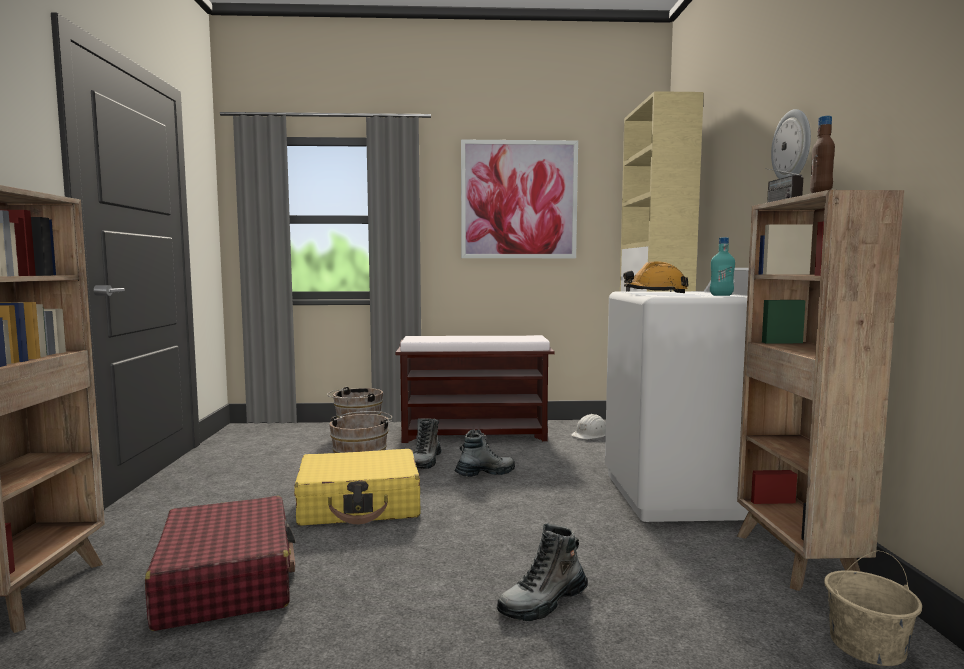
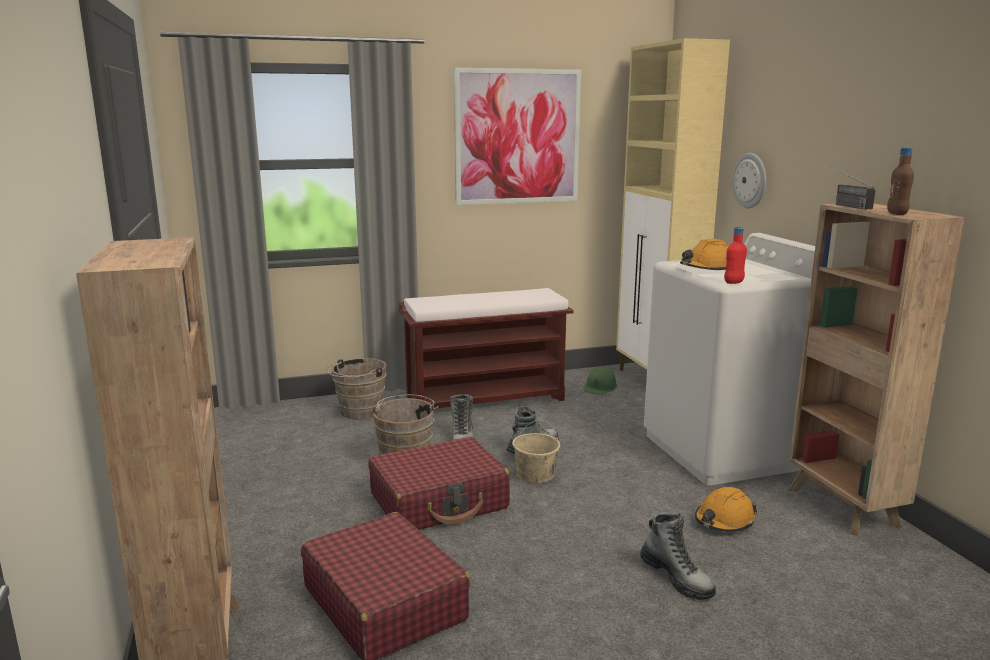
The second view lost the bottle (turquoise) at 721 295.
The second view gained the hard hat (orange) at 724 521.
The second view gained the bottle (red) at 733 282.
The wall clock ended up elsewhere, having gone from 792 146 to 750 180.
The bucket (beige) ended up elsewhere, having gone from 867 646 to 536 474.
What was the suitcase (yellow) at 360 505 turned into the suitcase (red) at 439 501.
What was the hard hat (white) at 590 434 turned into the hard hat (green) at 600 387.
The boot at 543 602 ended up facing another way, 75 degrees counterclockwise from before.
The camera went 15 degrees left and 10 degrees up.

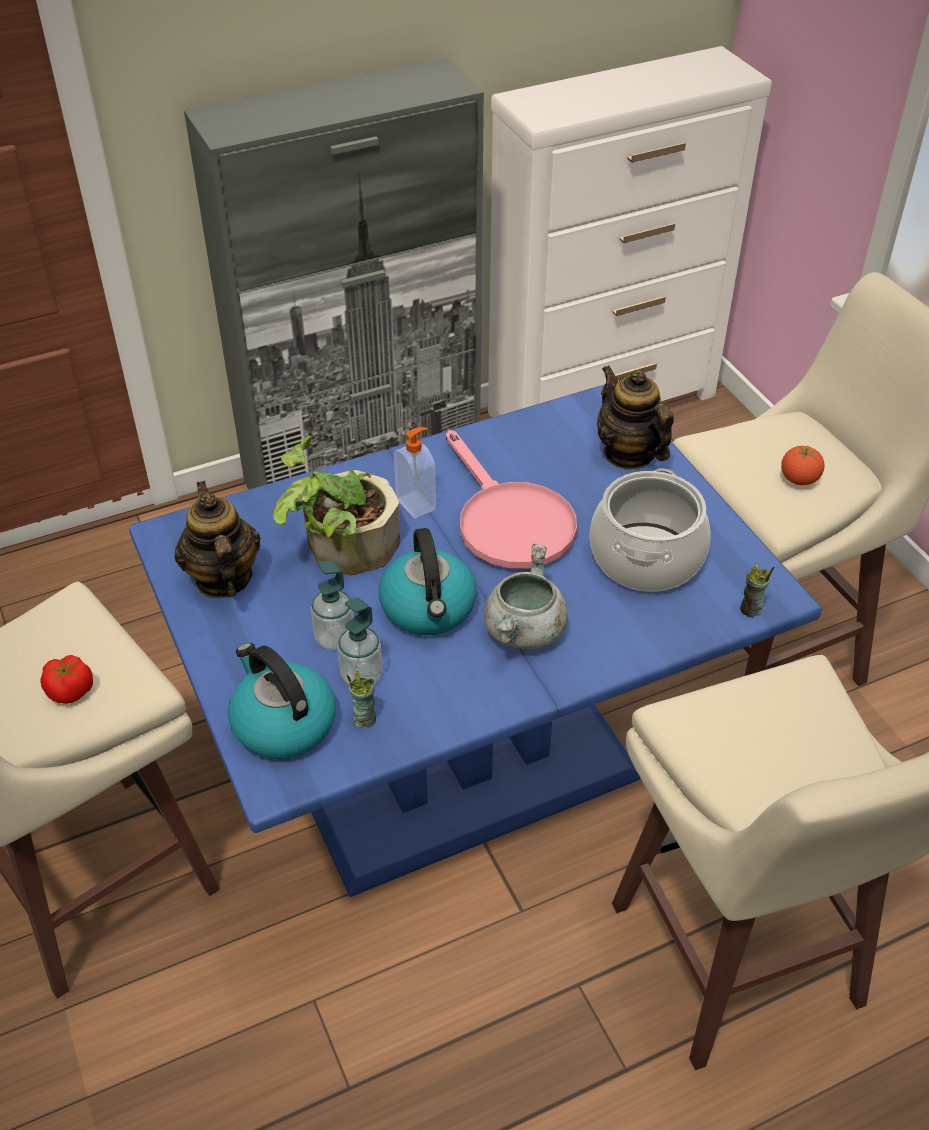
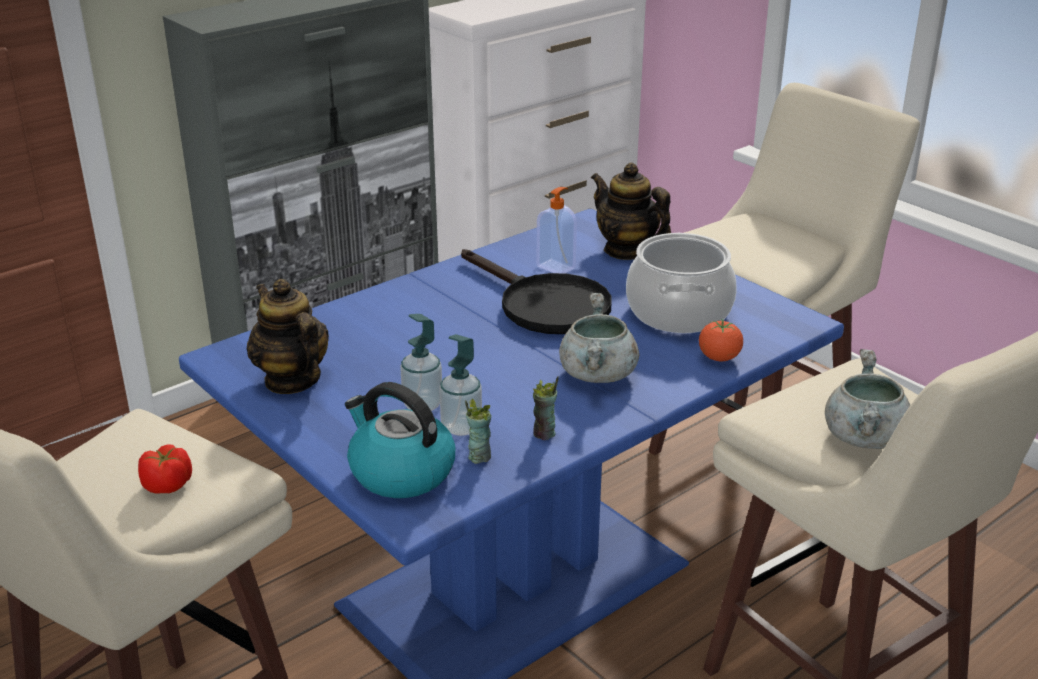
The second view lost the potted plant at 341 548.
The second view lost the kettle at 429 608.
The second view gained the cooking pot (grey) at 865 438.
The soap dispenser ended up elsewhere, having gone from 417 504 to 556 267.
The cup ended up elsewhere, having gone from 750 610 to 544 434.
The tomato ended up elsewhere, having gone from 799 480 to 719 358.
What was the frying pan (pink) at 508 521 turned into the frying pan (black) at 544 305.
The camera went 15 degrees left and 15 degrees down.

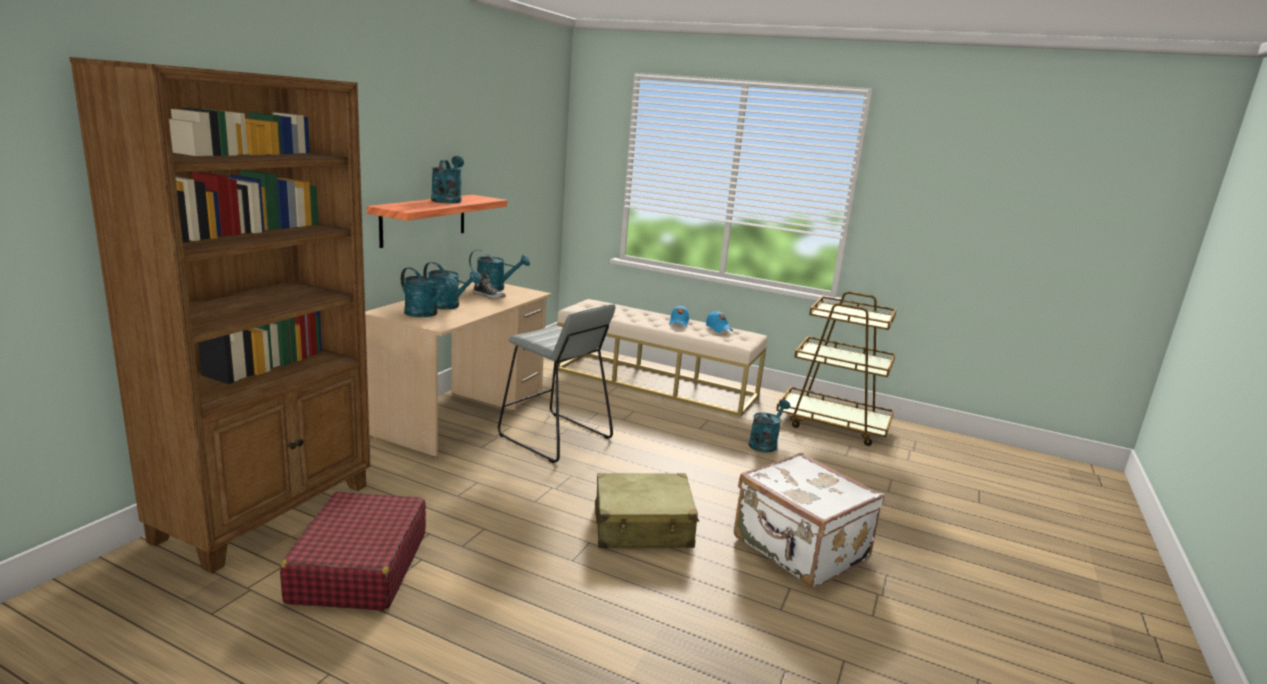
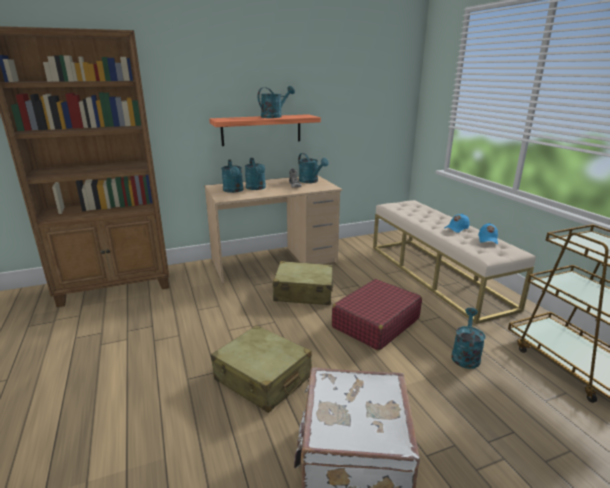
The suitcase (red) ended up elsewhere, having gone from 359 567 to 375 323.
Where the stool (grey) stood at 554 437, the suitcase (beige) came to stand at 303 292.
The watering can (turquoise) at 765 443 ended up facing another way, 60 degrees counterclockwise from before.
The camera went 45 degrees right and 5 degrees up.

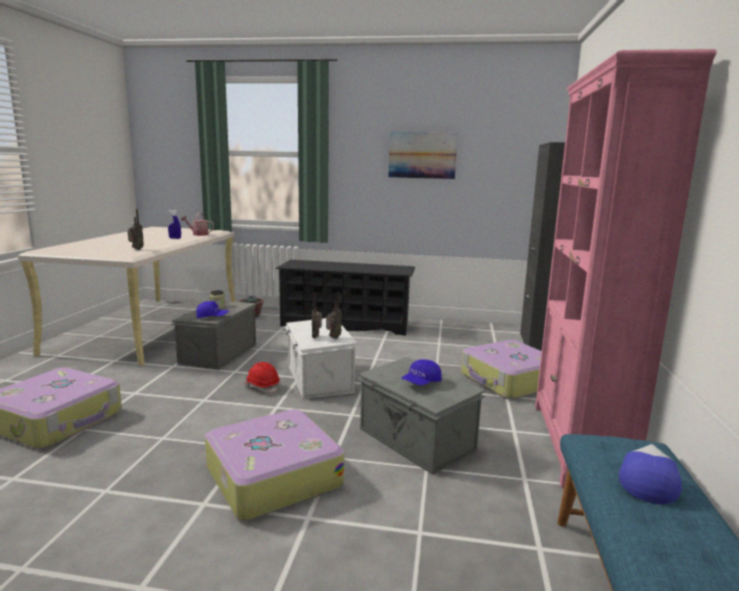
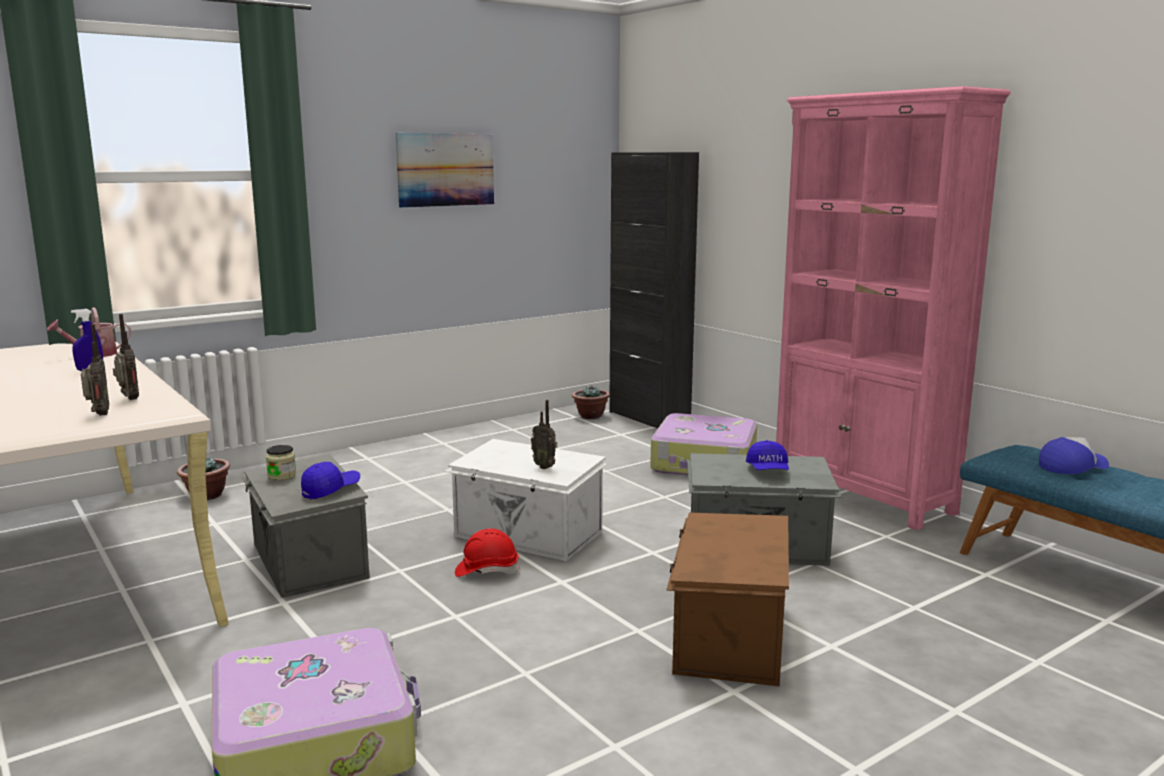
The second view lost the shoe rack (black) at 346 324.
The second view gained the potted plant at 590 416.
The radio ended up elsewhere, having gone from 333 338 to 98 415.
Where the suitcase stood at 272 476, the storage box (brown) came to stand at 727 637.
The cap at 647 480 ended up facing another way, 90 degrees clockwise from before.
The camera went 45 degrees left and 0 degrees up.

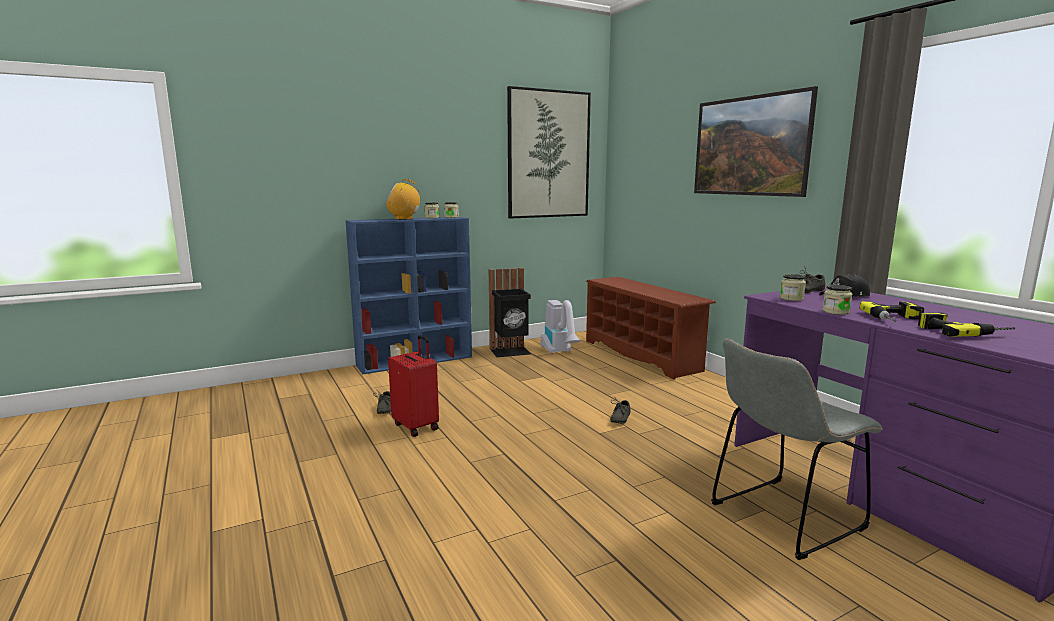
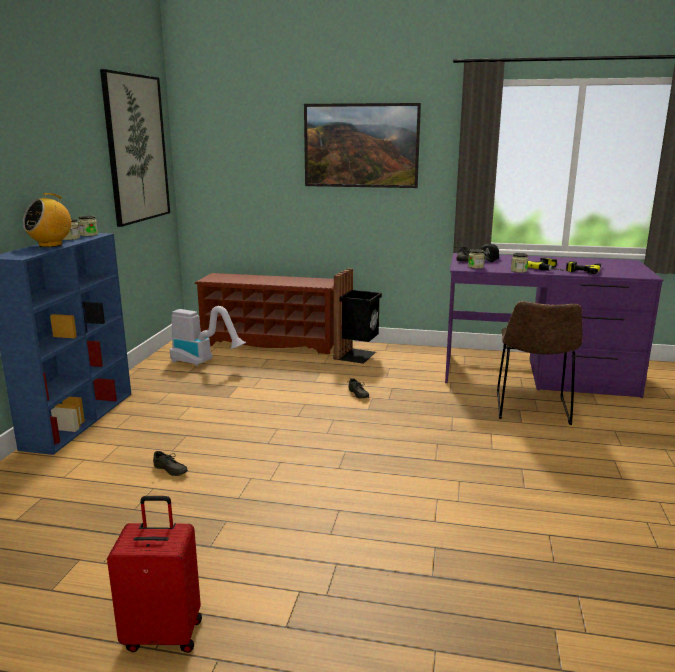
The suitcase (red) ended up elsewhere, having gone from 417 426 to 164 634.
The trash can (black) ended up elsewhere, having gone from 511 352 to 357 355.
What was the chair (grey) at 781 518 turned into the chair (brown) at 532 410.
The camera went 50 degrees left and 5 degrees up.

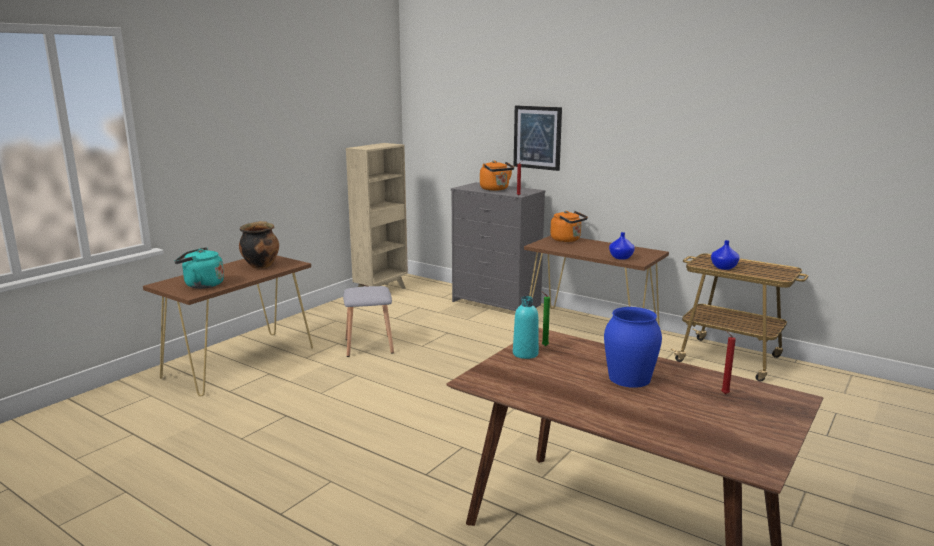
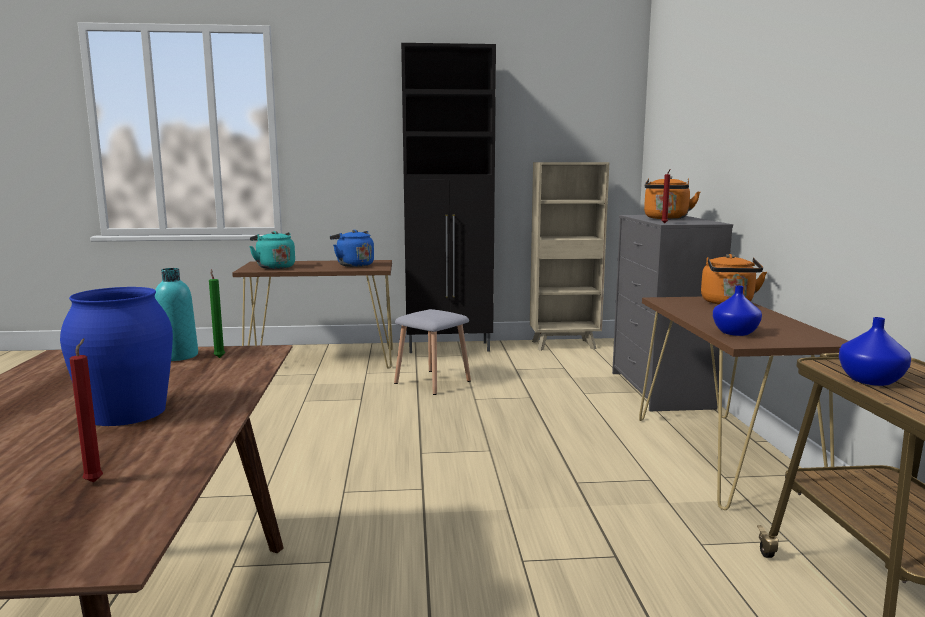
The second view lost the picture at 537 137.
The second view gained the cabinet (black) at 450 348.
Where the cooking pot stood at 260 265, the kettle (blue) came to stand at 353 265.
The camera went 50 degrees right and 5 degrees down.

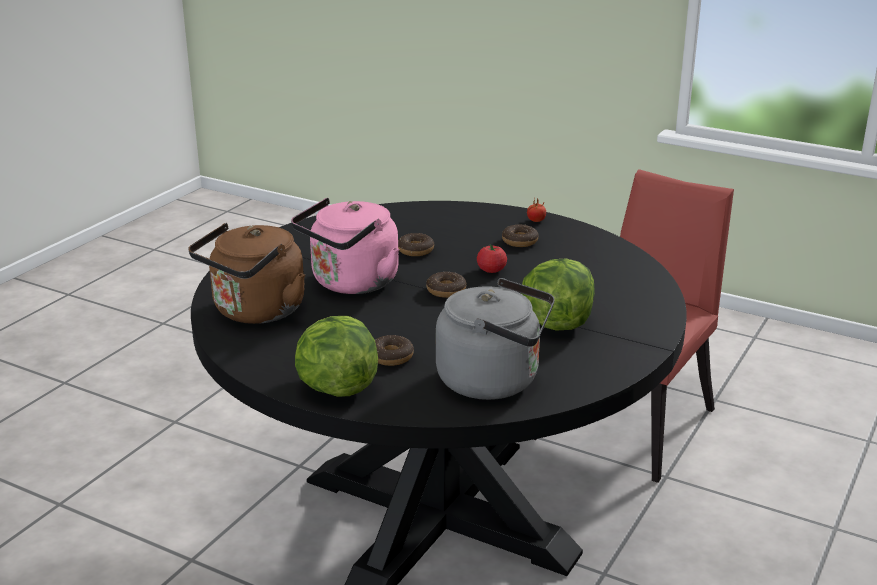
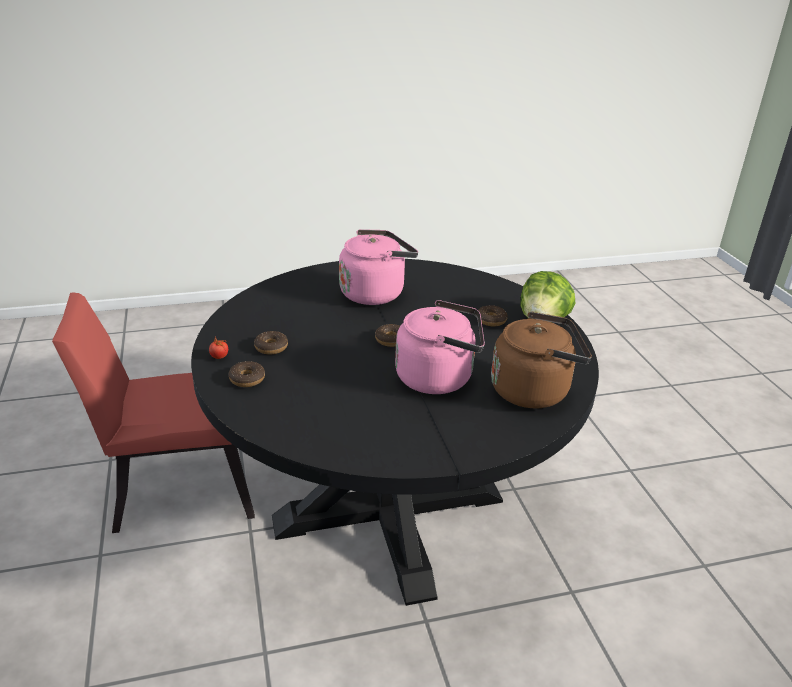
The second view lost the kettle (grey) at 495 381.
The second view lost the tomato at 491 270.
The donut ended up elsewhere, having gone from 415 250 to 247 379.
Where the lettuce stood at 556 323, the kettle (pink) came to stand at 375 293.
The camera went 135 degrees left and 5 degrees up.

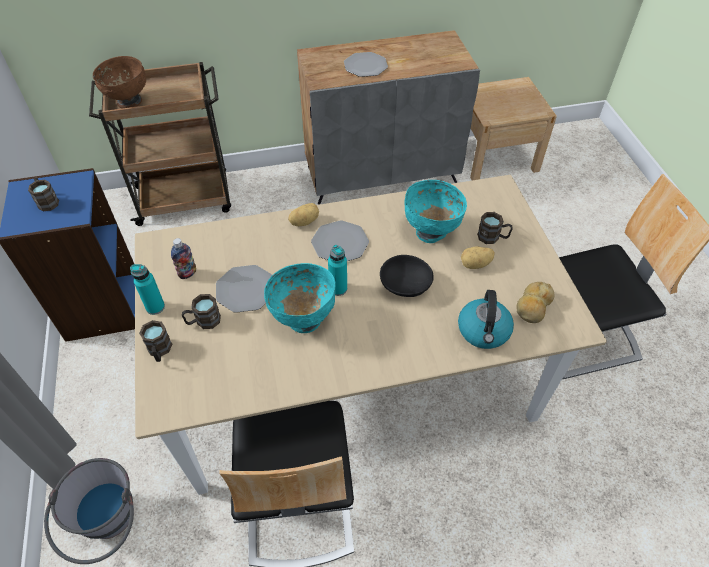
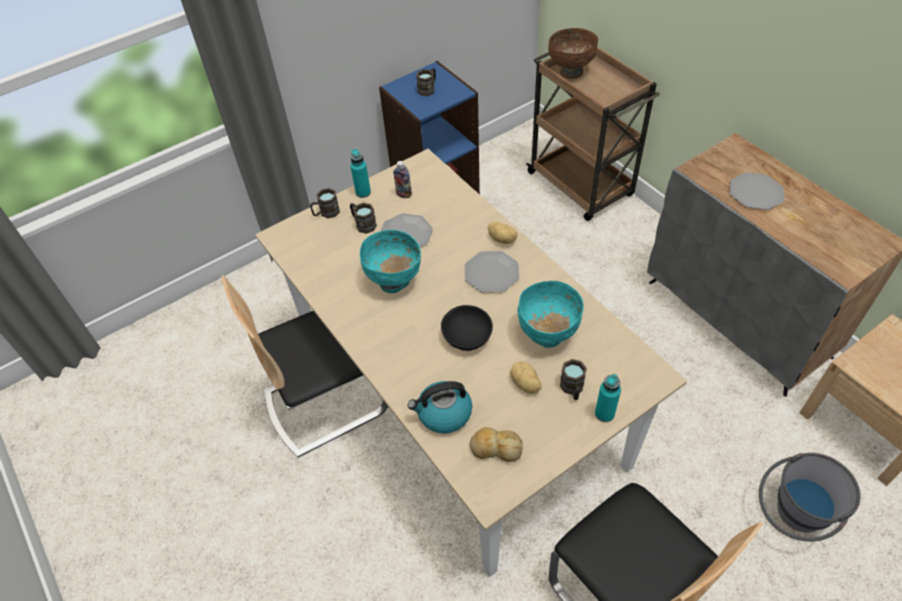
The bucket (grey) ended up elsewhere, having gone from 108 526 to 793 515.
The bottle (turquoise) ended up elsewhere, having gone from 338 289 to 604 413.
The camera went 70 degrees right and 0 degrees up.

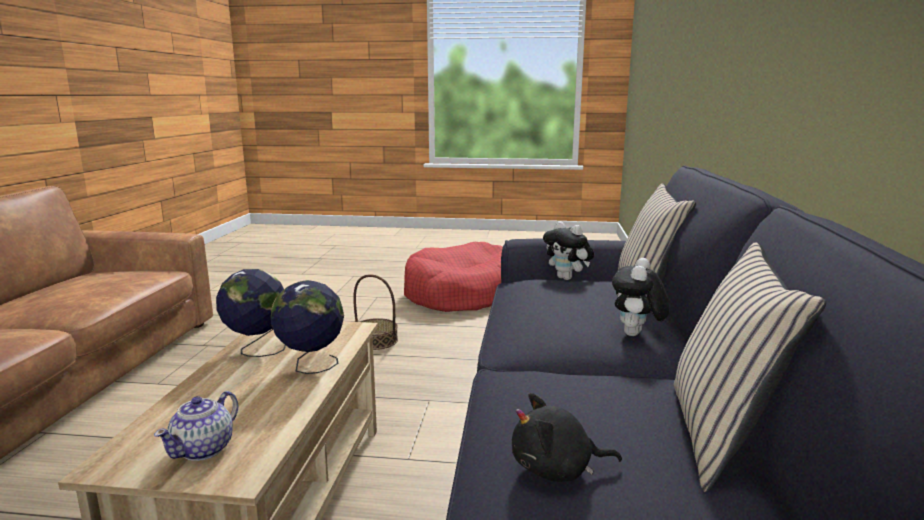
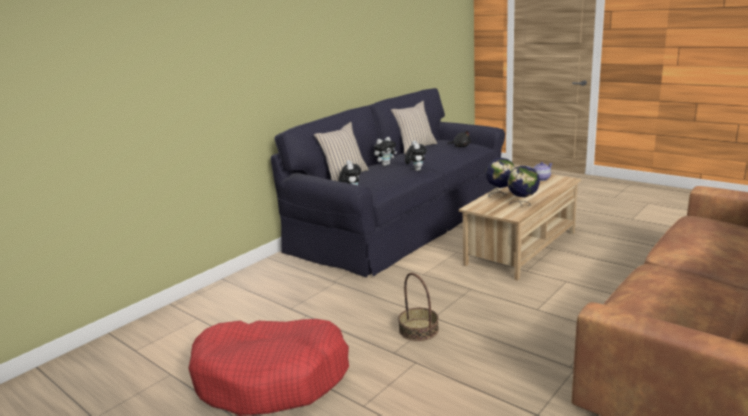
The second view gained the plush toy at 416 170.
The camera went 145 degrees left and 5 degrees up.

